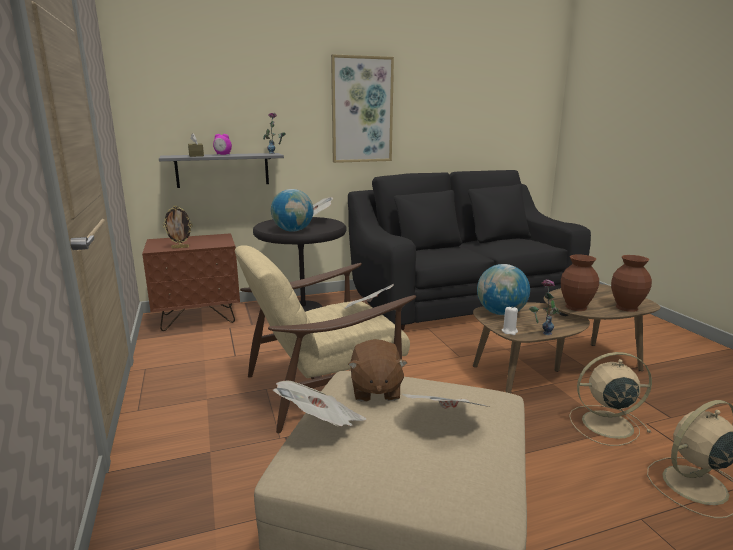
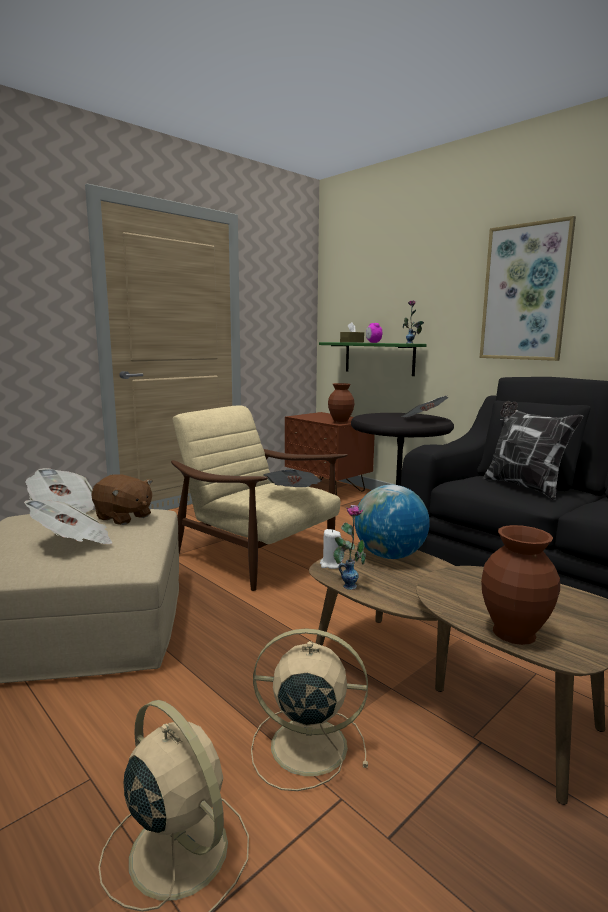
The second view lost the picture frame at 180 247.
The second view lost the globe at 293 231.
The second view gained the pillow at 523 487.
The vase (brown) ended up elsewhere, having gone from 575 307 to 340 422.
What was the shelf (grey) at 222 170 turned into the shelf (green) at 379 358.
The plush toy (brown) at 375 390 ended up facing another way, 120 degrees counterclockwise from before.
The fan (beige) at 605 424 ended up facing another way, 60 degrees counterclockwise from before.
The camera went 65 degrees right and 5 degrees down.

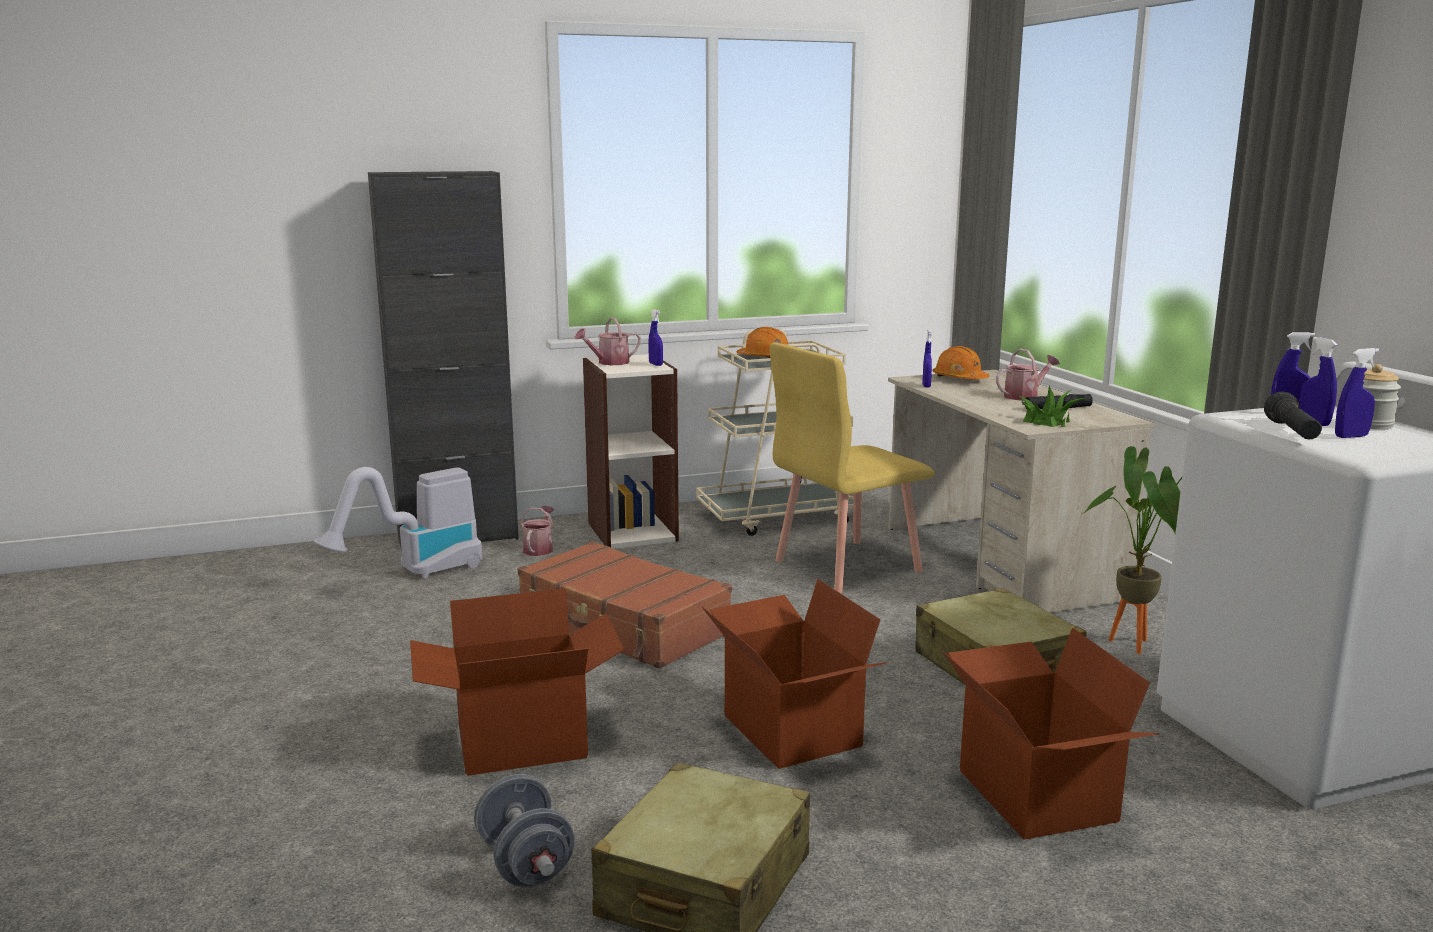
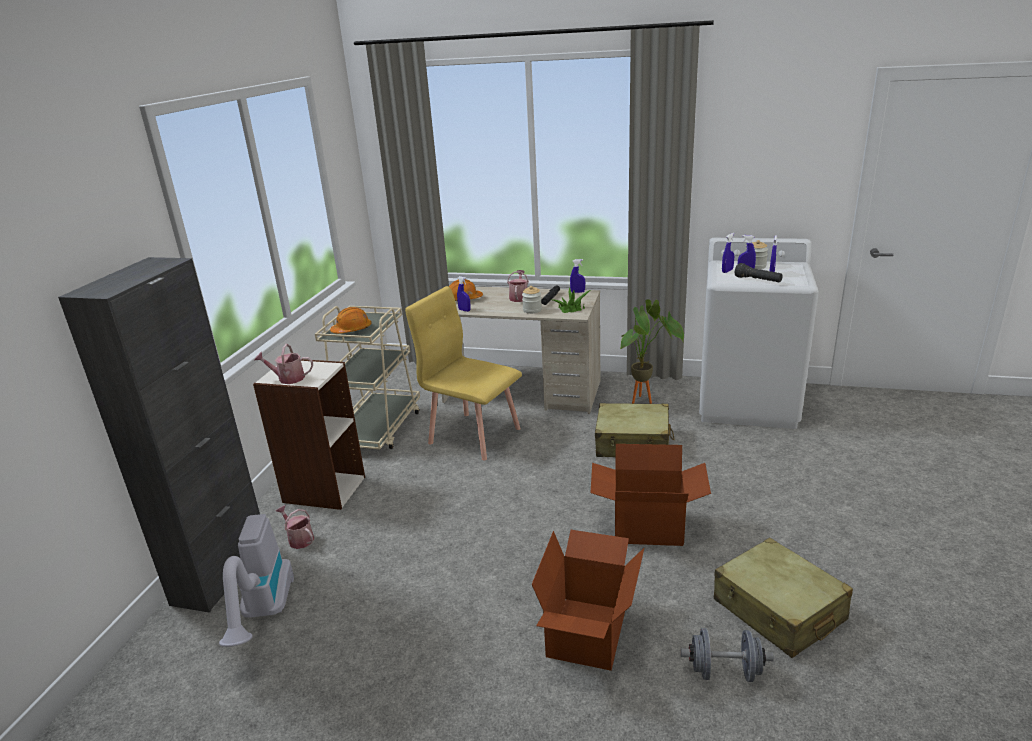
The second view lost the suitcase (brown) at 623 625.
The second view lost the cardboard box at 1033 795.
The second view gained the jar at 532 310.
The spray bottle (blue) ended up elsewhere, having gone from 655 364 to 577 292.
The watering can at 609 363 ended up facing another way, 90 degrees clockwise from before.
The chair (yellow) at 846 566 ended up facing another way, 120 degrees clockwise from before.
The camera went 55 degrees left and 10 degrees up.

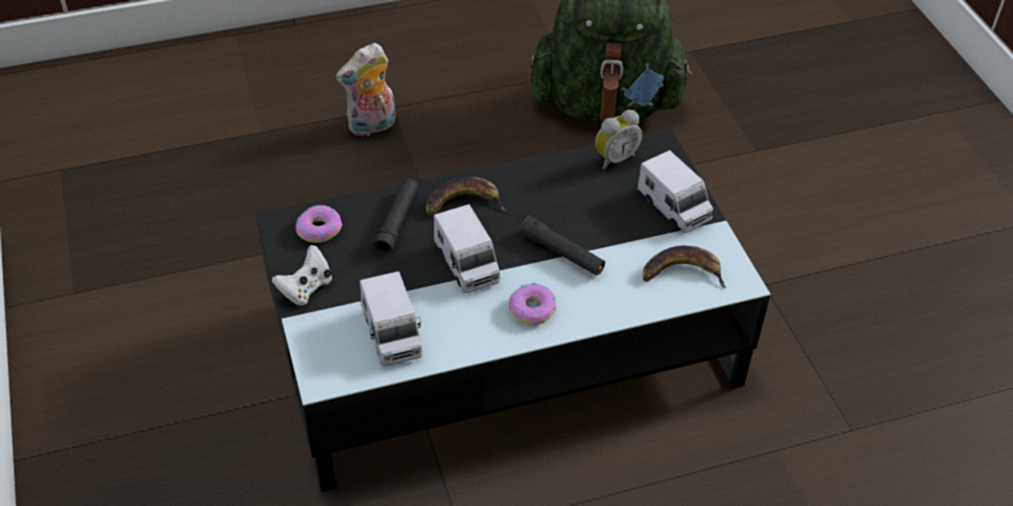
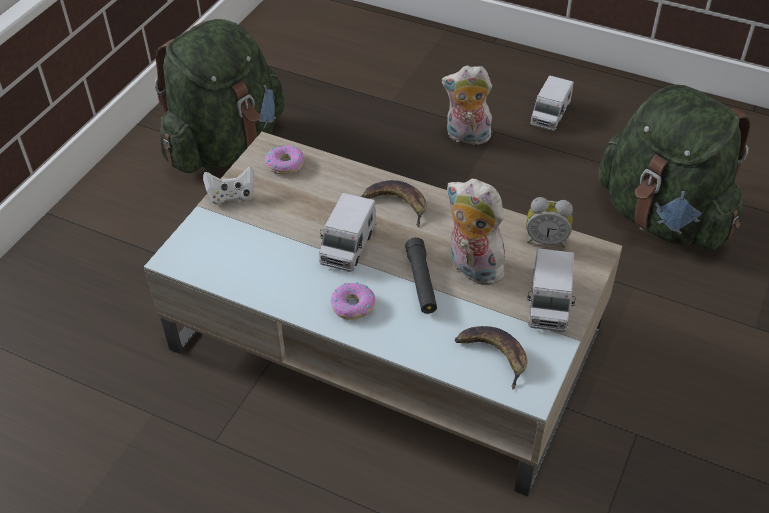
The second view lost the flashlight (black) at 397 222.
The second view gained the backpack (green) at 226 145.
The second view gained the plush toy at 471 268.
The toy truck ended up elsewhere, having gone from 391 333 to 550 115.
What was the coffee table (black) at 504 344 turned into the coffee table (beige) at 385 339.
The camera went 45 degrees right and 0 degrees up.

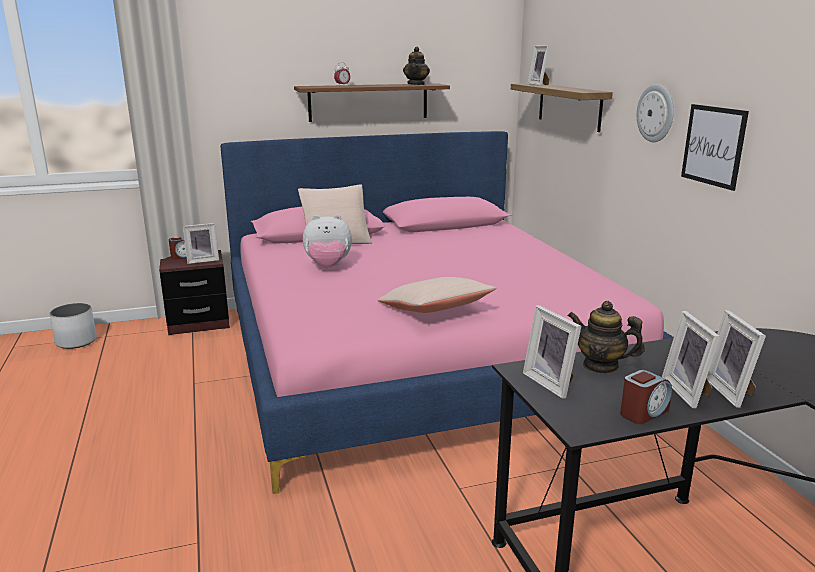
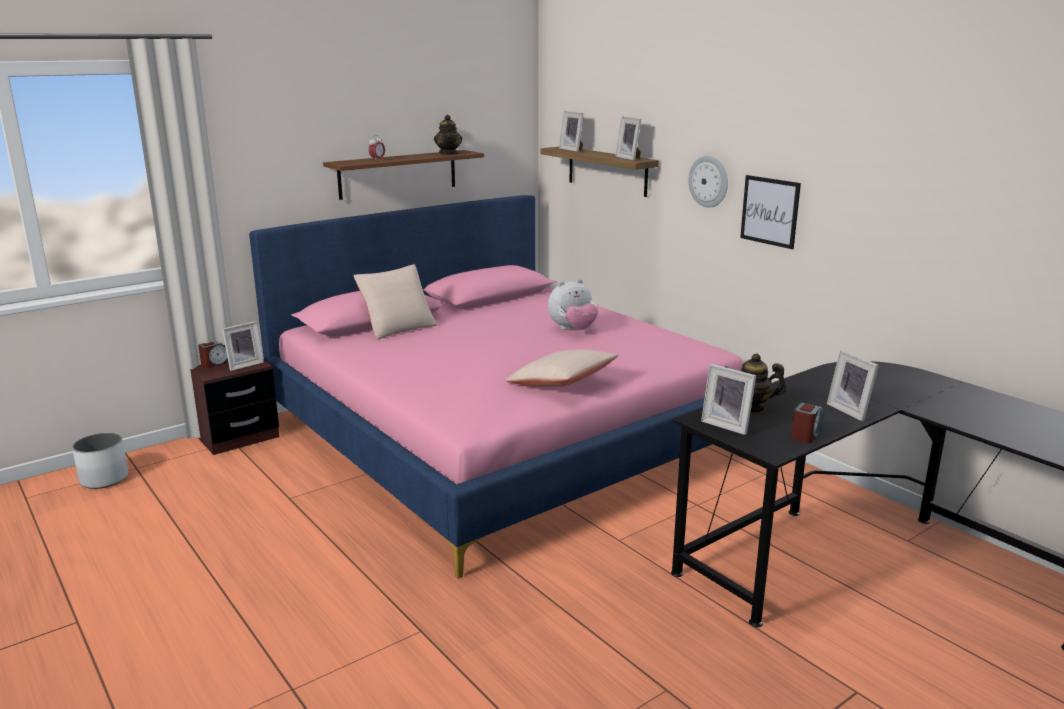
The plush toy ended up elsewhere, having gone from 328 267 to 573 330.
The picture frame ended up elsewhere, having gone from 689 392 to 630 158.
The camera went 20 degrees left and 0 degrees up.

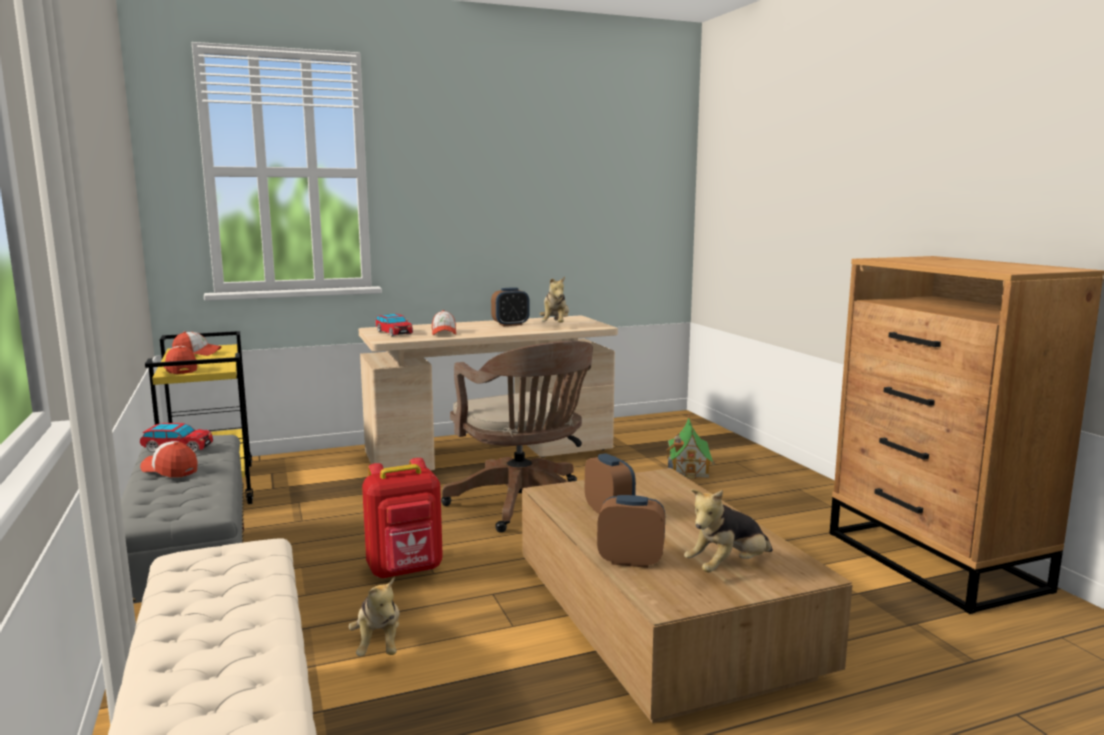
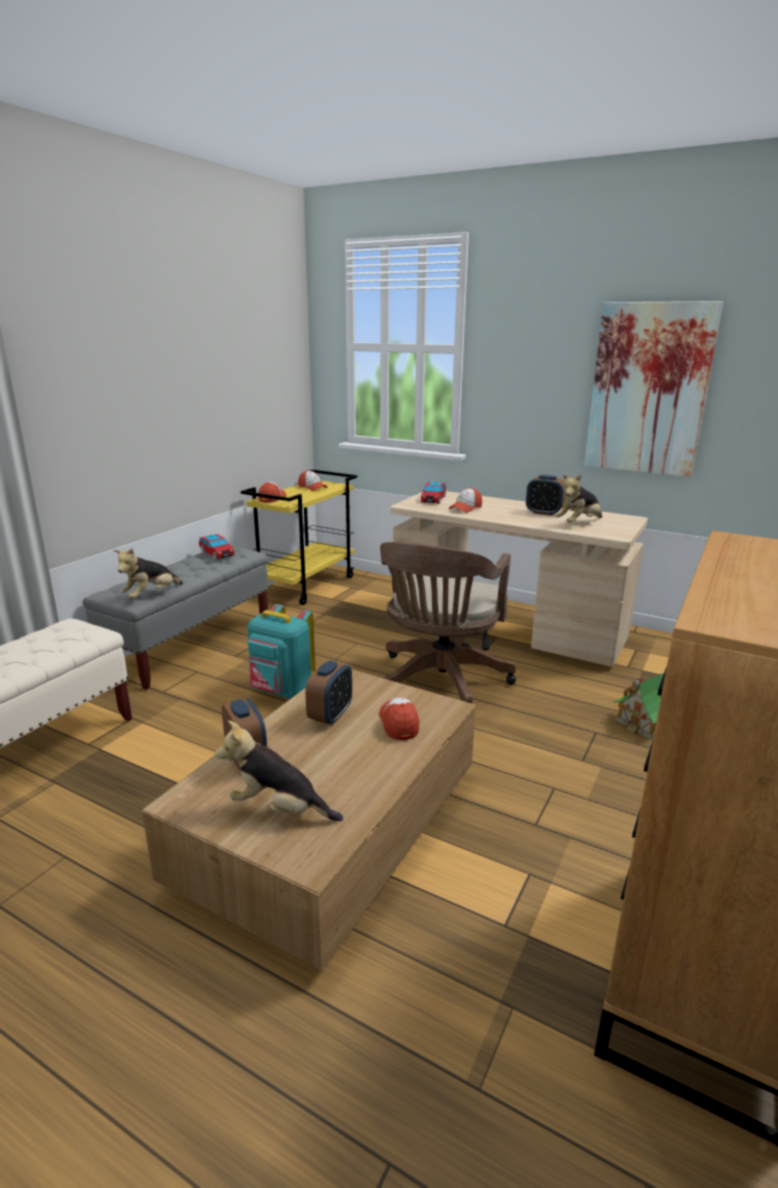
The second view gained the picture at 648 390.
The cap ended up elsewhere, having gone from 170 470 to 399 723.
The plush toy ended up elsewhere, having gone from 379 645 to 151 595.
What was the backpack (red) at 406 570 turned into the backpack (turquoise) at 281 691.
The camera went 50 degrees right and 10 degrees up.

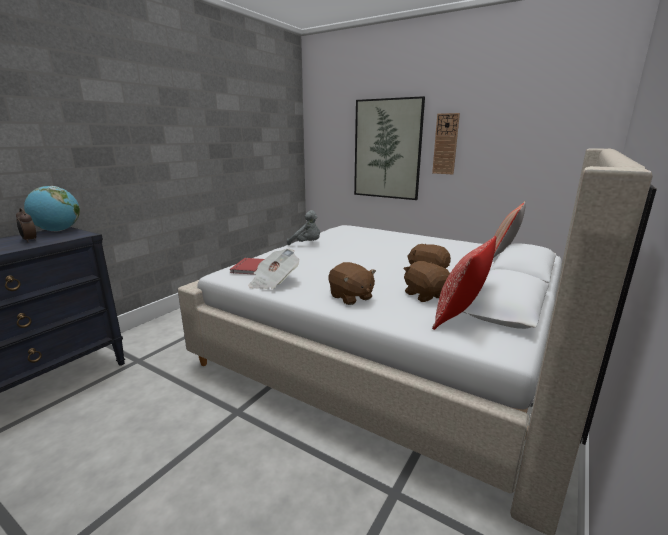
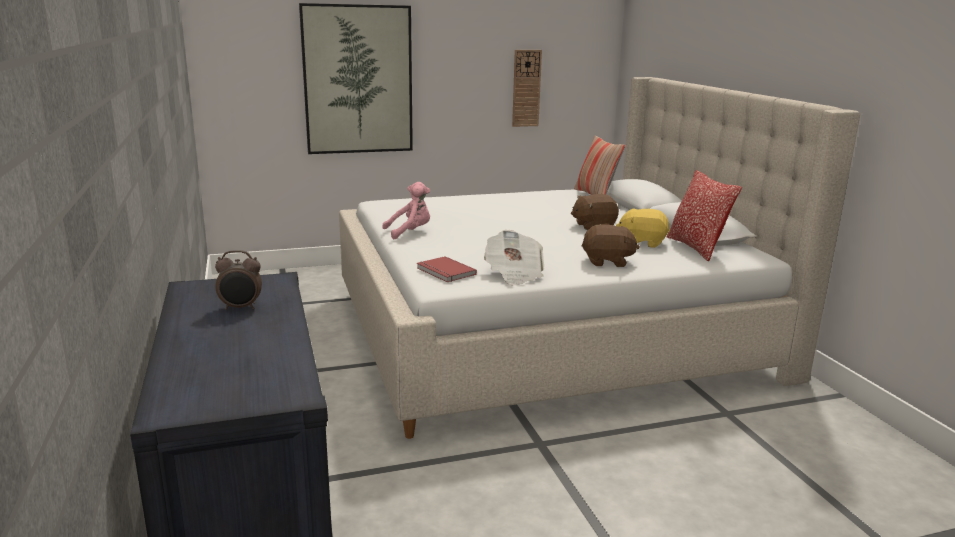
The second view lost the globe at 58 231.
The wall clock ended up elsewhere, having gone from 445 144 to 526 88.
What was the plush toy (grey) at 307 244 turned into the plush toy (pink) at 410 232.
What was the plush toy (brown) at 425 295 turned into the plush toy (yellow) at 642 242.
The camera went 50 degrees left and 0 degrees up.

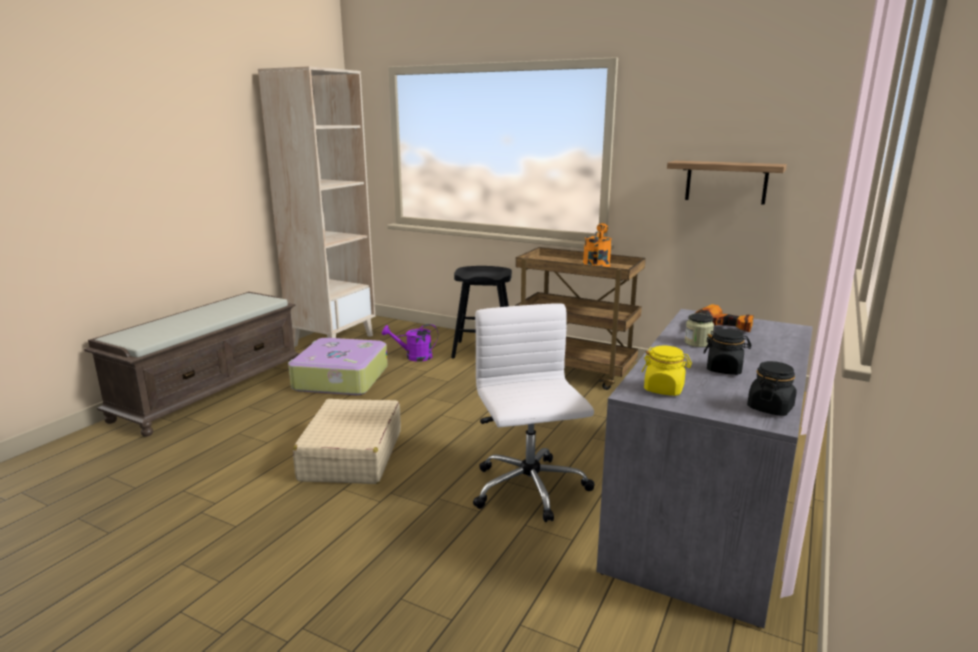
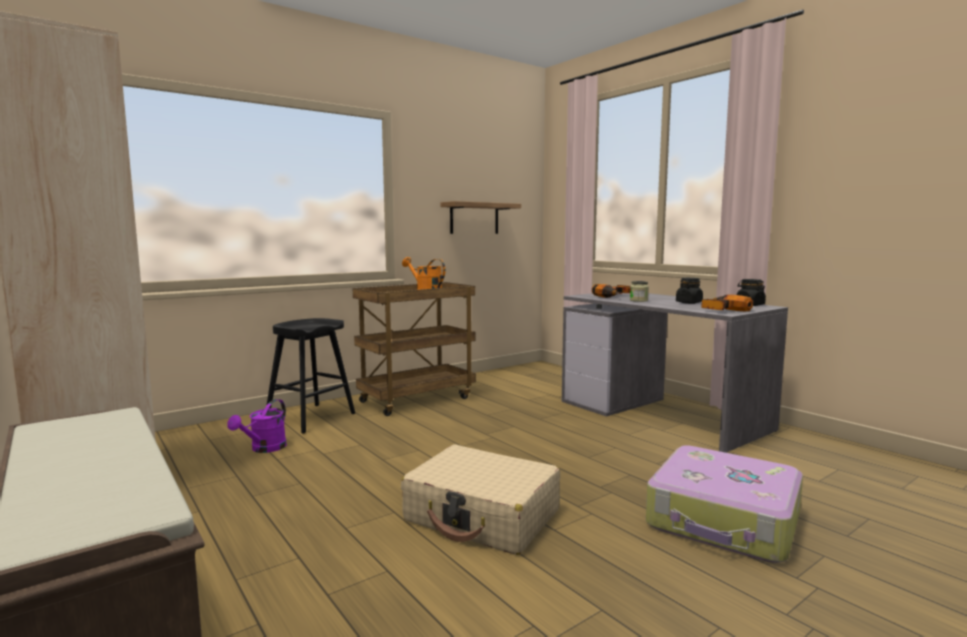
The second view lost the office chair (white) at 530 489.
The suitcase ended up elsewhere, having gone from 340 379 to 724 520.
Where the jar (yellow) stood at 664 389, the power drill came to stand at 719 310.
The camera went 65 degrees left and 10 degrees down.

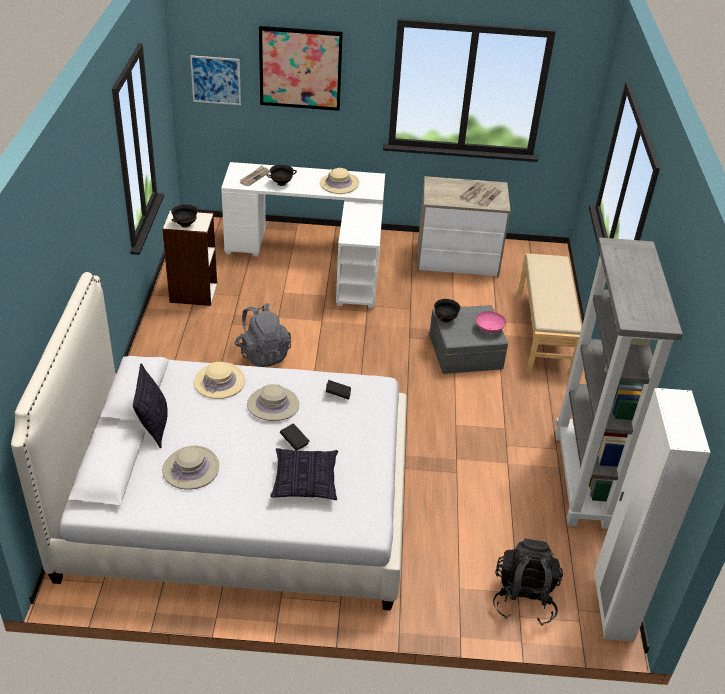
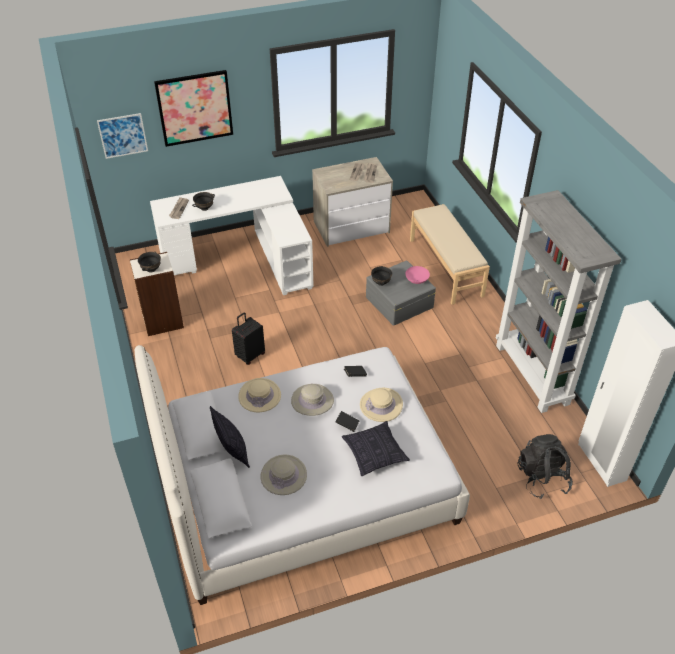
The hat (beige) ended up elsewhere, having gone from 339 184 to 381 405.
Where the backpack (grey) stood at 263 354, the suitcase (black) came to stand at 250 355.
The camera went 20 degrees left and 5 degrees up.

